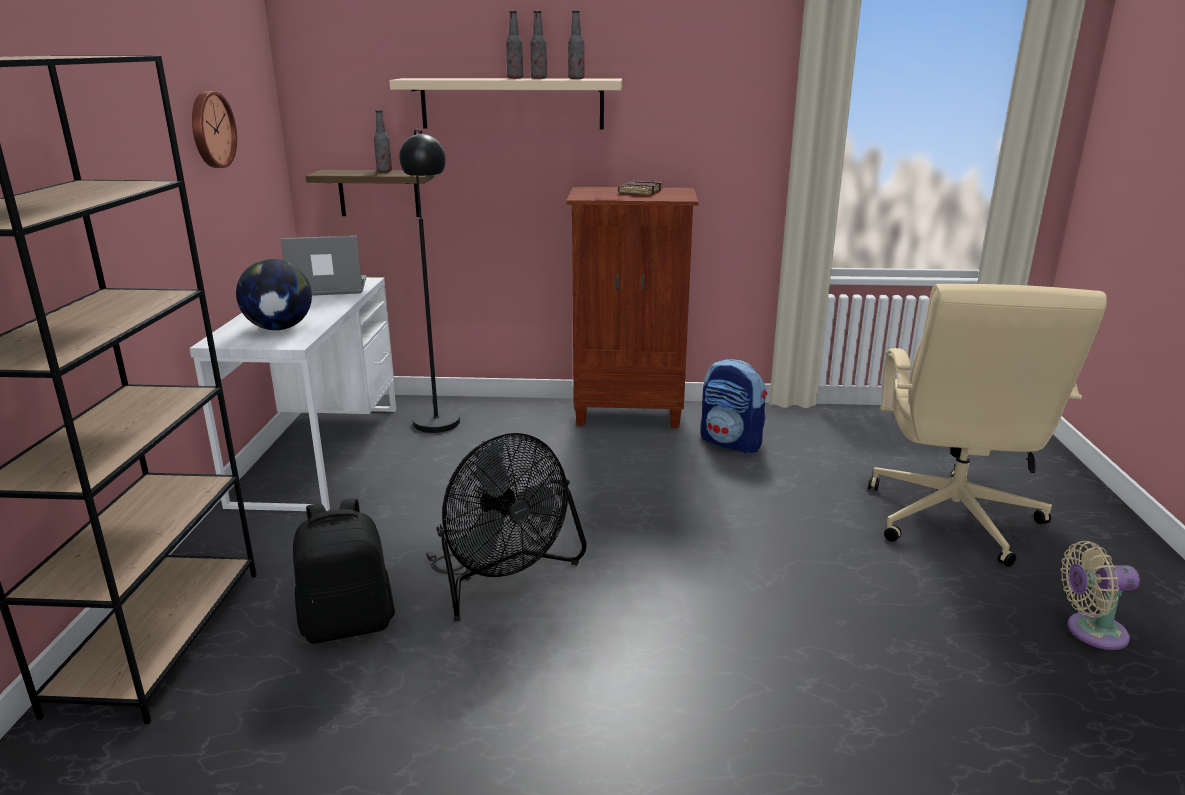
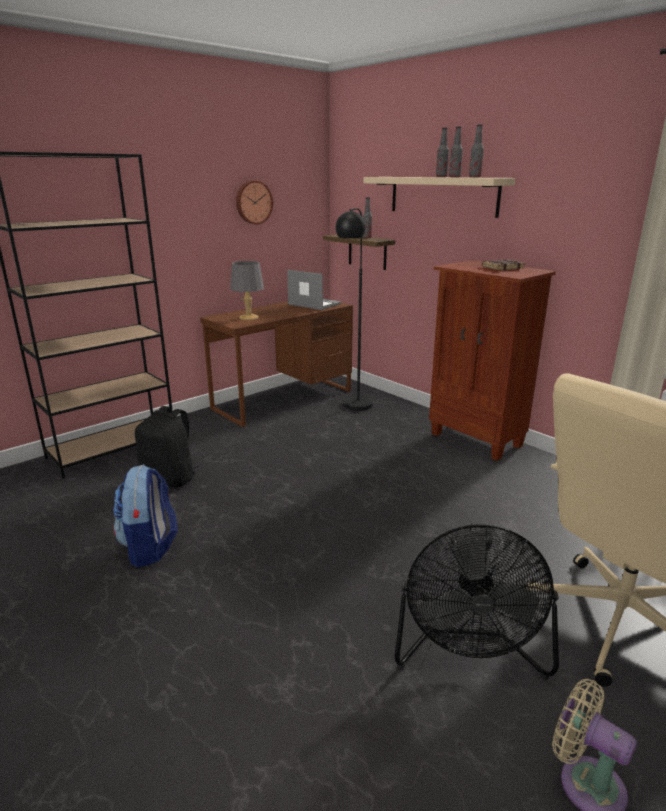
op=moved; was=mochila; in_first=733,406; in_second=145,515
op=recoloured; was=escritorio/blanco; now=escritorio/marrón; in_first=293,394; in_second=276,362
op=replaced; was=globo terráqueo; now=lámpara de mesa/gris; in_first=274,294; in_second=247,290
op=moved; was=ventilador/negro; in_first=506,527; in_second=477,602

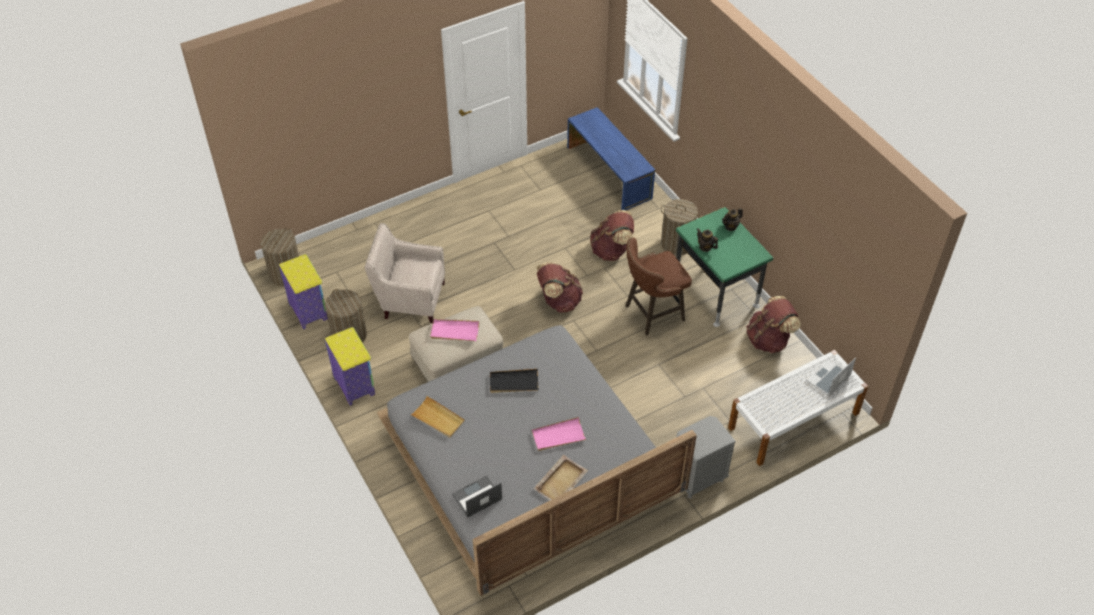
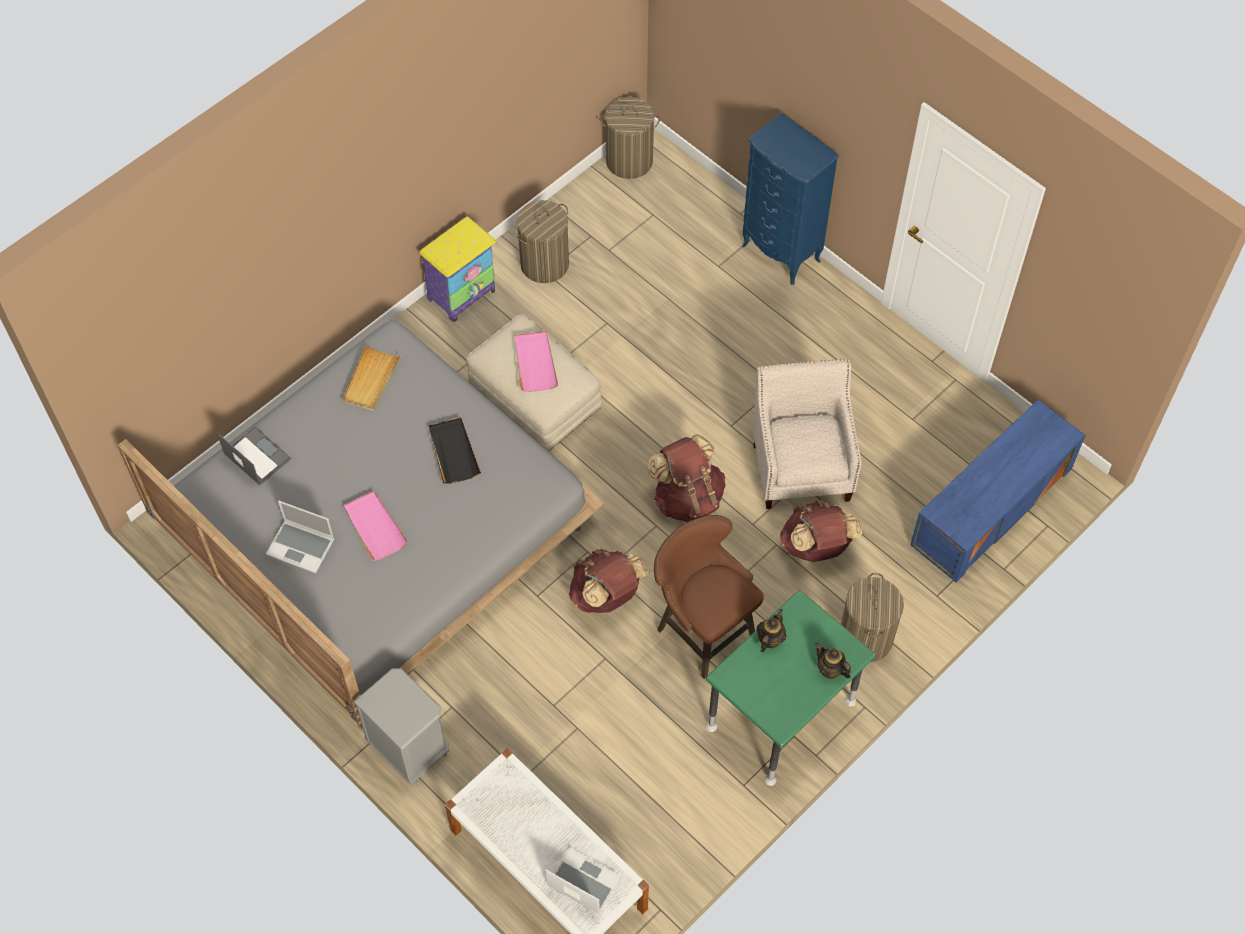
op=replaced; was=bandeja/beis; now=portátil; in_first=561,477; in_second=300,537
op=moved; was=mochila/marrón; in_first=773,324; in_second=609,581
op=added; now=cómoda/azul; in_second=790,198
op=moved; was=sillón/beis; in_first=405,273; in_second=807,434
op=removed; was=mesita de noche; in_first=303,291

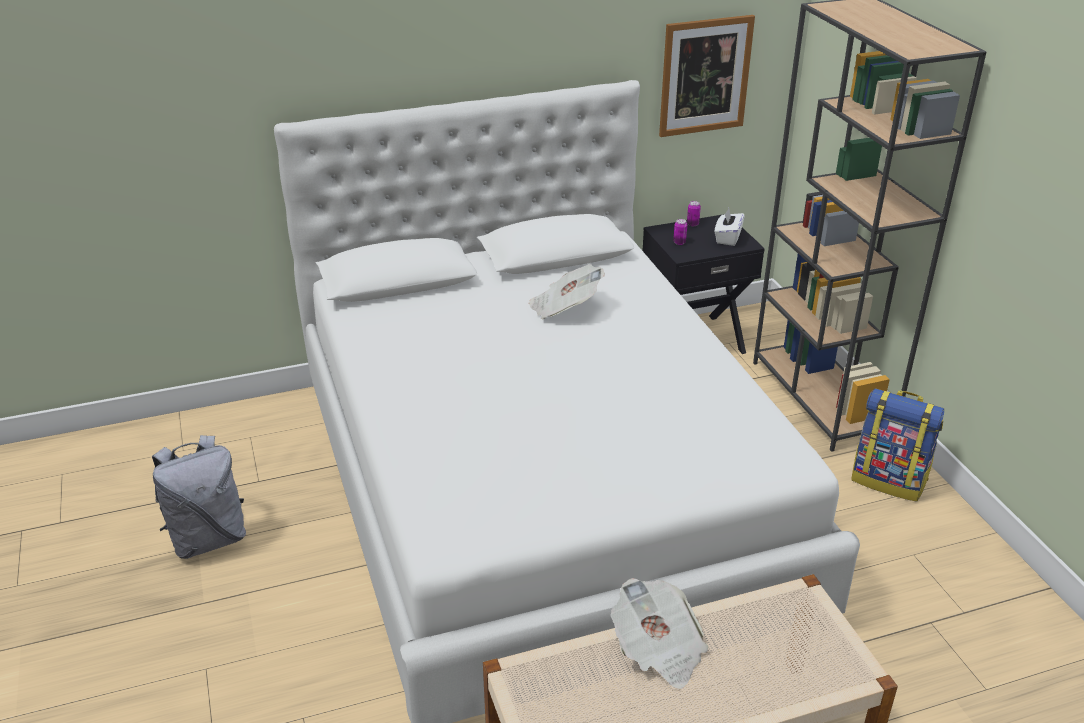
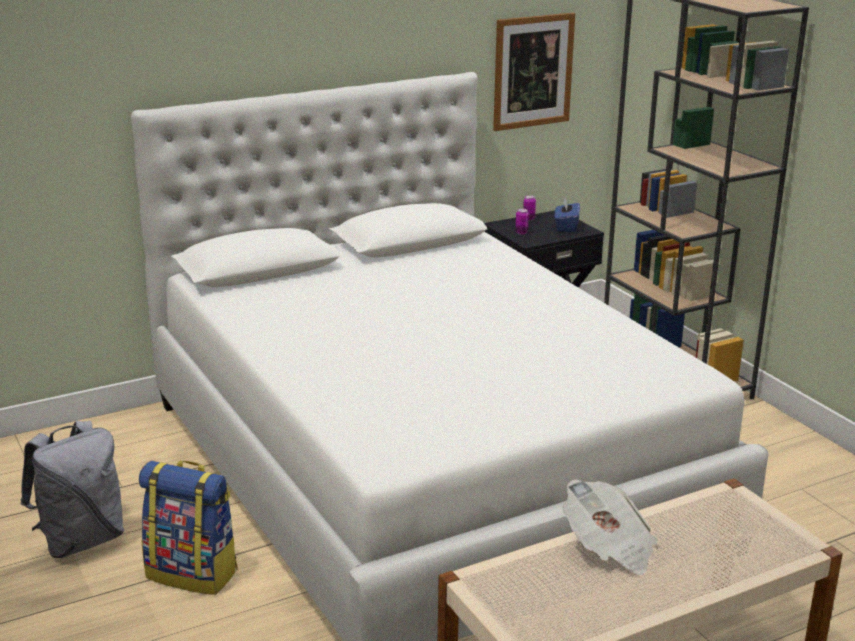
op=moved; was=mochila; in_first=897,445; in_second=188,528
op=recoloured; was=caja de pañuelos/blanco; now=caja de pañuelos/azul; in_first=729,227; in_second=567,215
op=removed; was=periódico; in_first=566,292

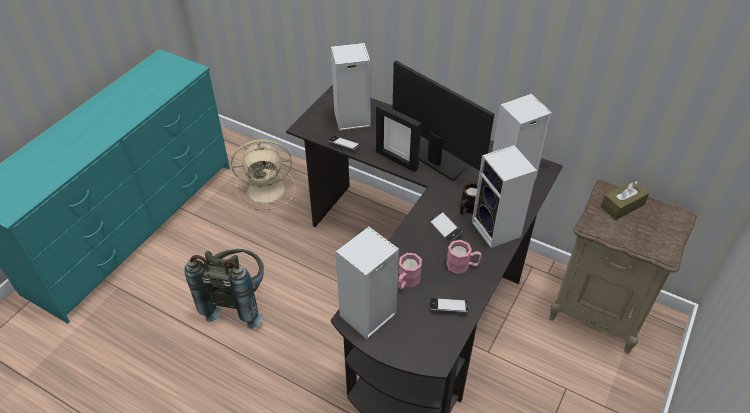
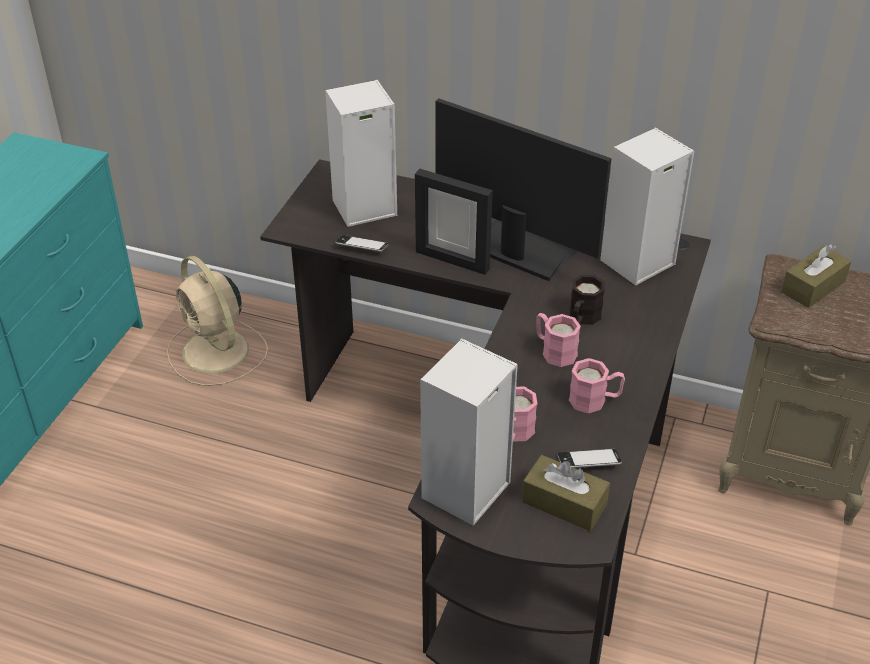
op=turned; was=ventilador/beis; in_first=263,174; in_second=217,321; clockwise=75
op=added; now=caja de pañuelos/marrón; in_second=566,493
op=replaced; was=móvil; now=taza grande/rosa; in_first=445,226; in_second=558,340
op=removed; was=mochila/gris; in_first=224,289
op=removed; was=altavoz; in_first=504,196

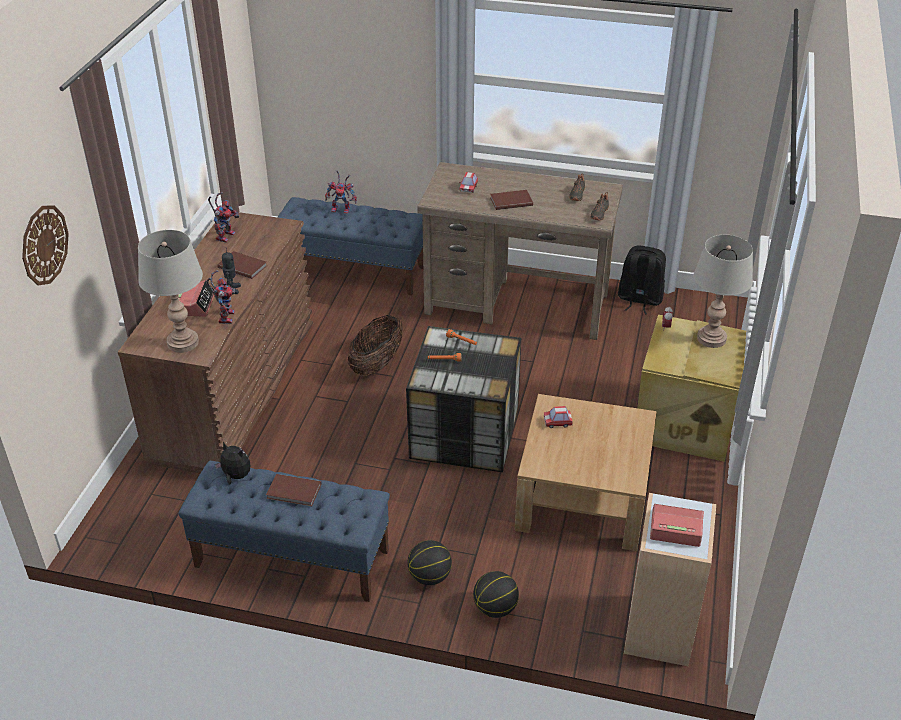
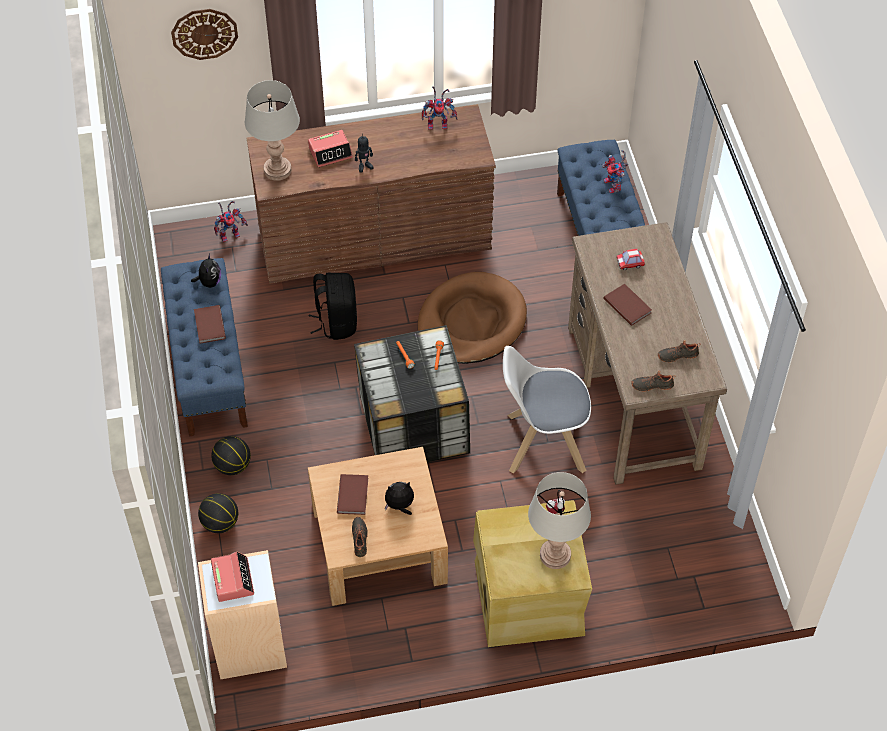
op=moved; was=robot de juguete; in_first=220,297; in_second=231,221
op=moved; was=mochila/negro; in_first=642,280; in_second=333,306
op=moved; was=libro/marrón; in_first=242,265; in_second=352,494
op=added; now=zapato/negro; in_second=360,537
op=added; now=peluche; in_second=399,498
op=replaced; was=cesta; now=cama para perro/marrón; in_first=375,345; in_second=472,318
op=added; now=silla; in_second=547,409
op=removed; was=coche de juguete; in_first=558,417

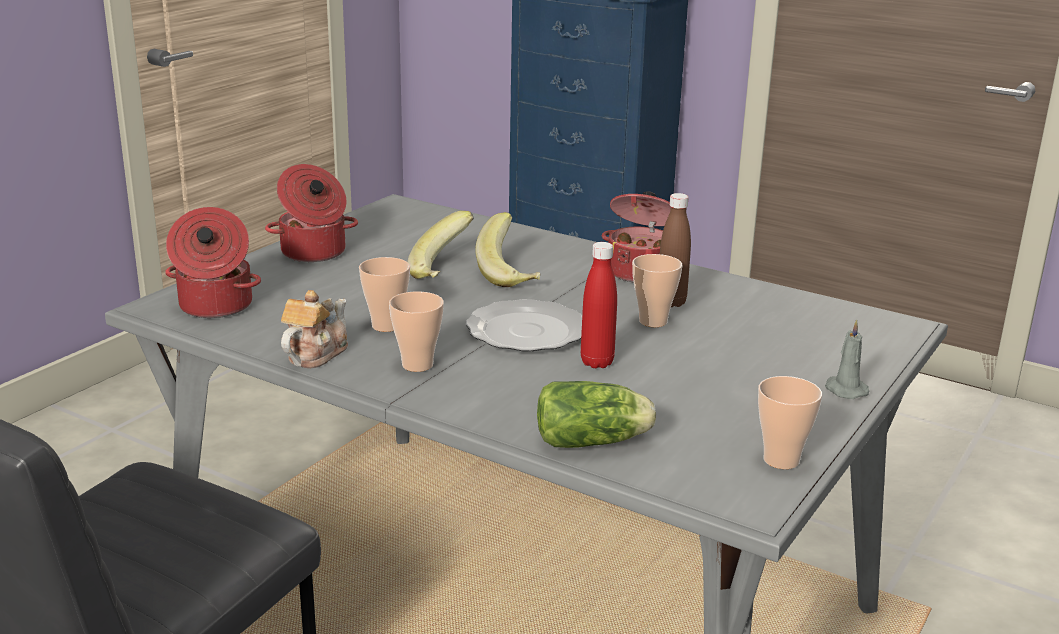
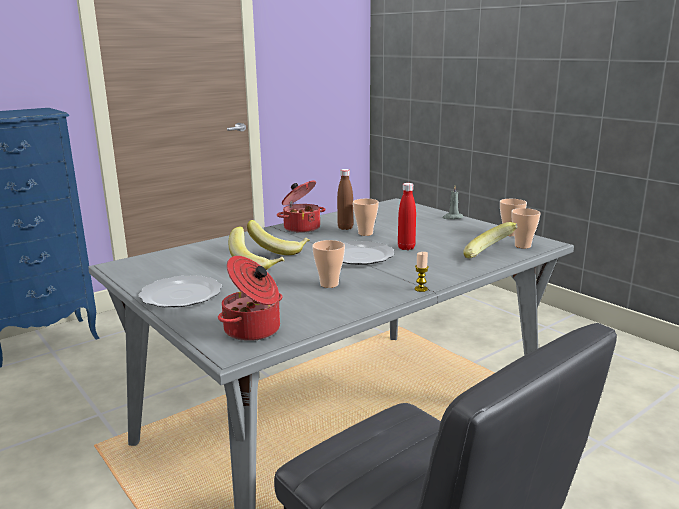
op=replaced; was=olla; now=plato; in_first=311,213; in_second=180,291
op=added; now=vela; in_second=422,272
op=replaced; was=lechuga; now=plátano; in_first=596,414; in_second=490,240
op=moved; was=taza; in_first=416,332; in_second=526,228
op=removed; was=tetera; in_first=314,329

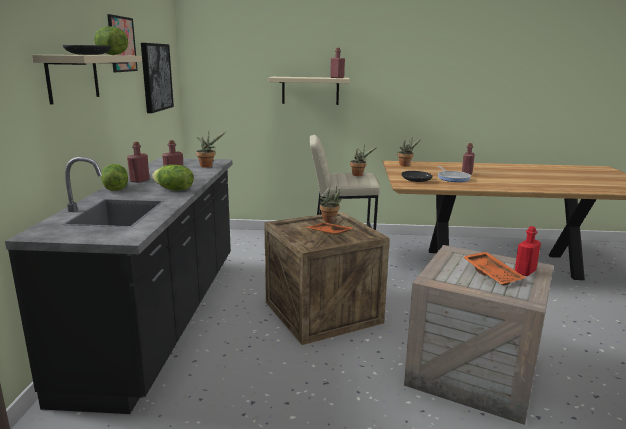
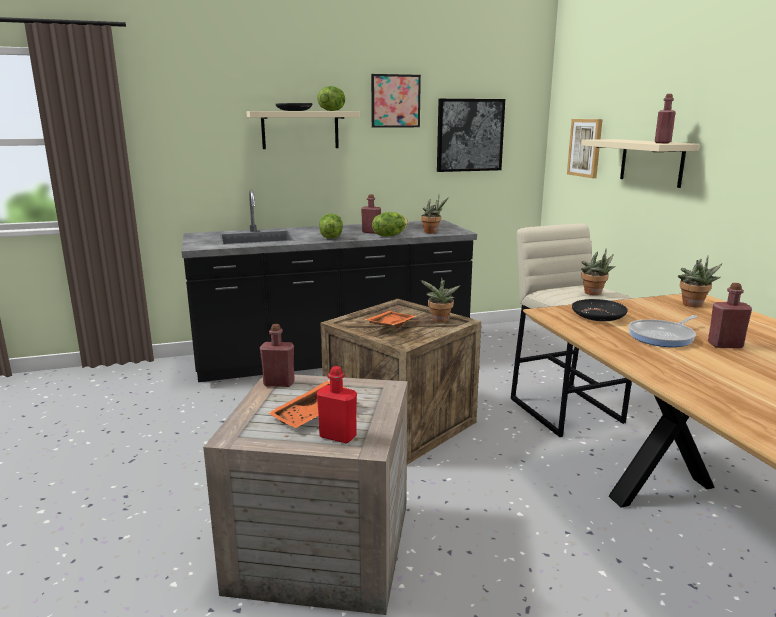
op=moved; was=botella/rojo; in_first=138,162; in_second=277,355
op=moved; was=lechuga; in_first=114,177; in_second=390,224
op=added; now=cuadro; in_second=585,148

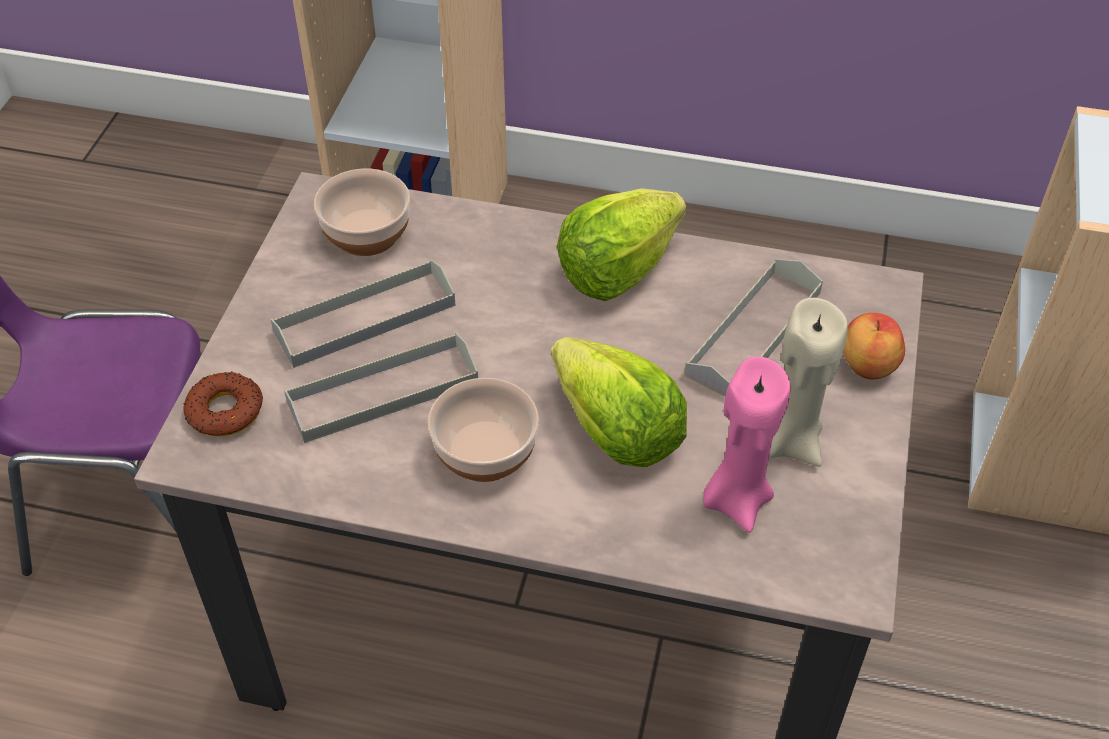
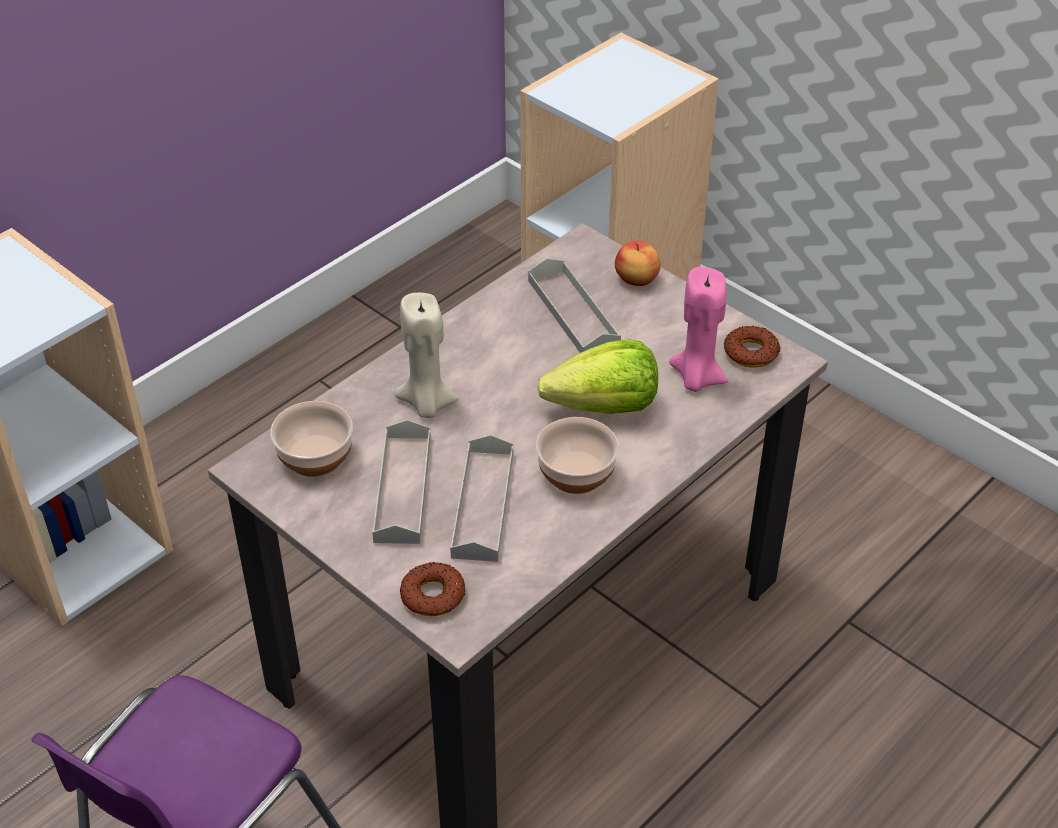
op=moved; was=vela/beis; in_first=808,382; in_second=427,355
op=added; now=rosquilla; in_second=752,346
op=removed; was=lechuga; in_first=621,244

